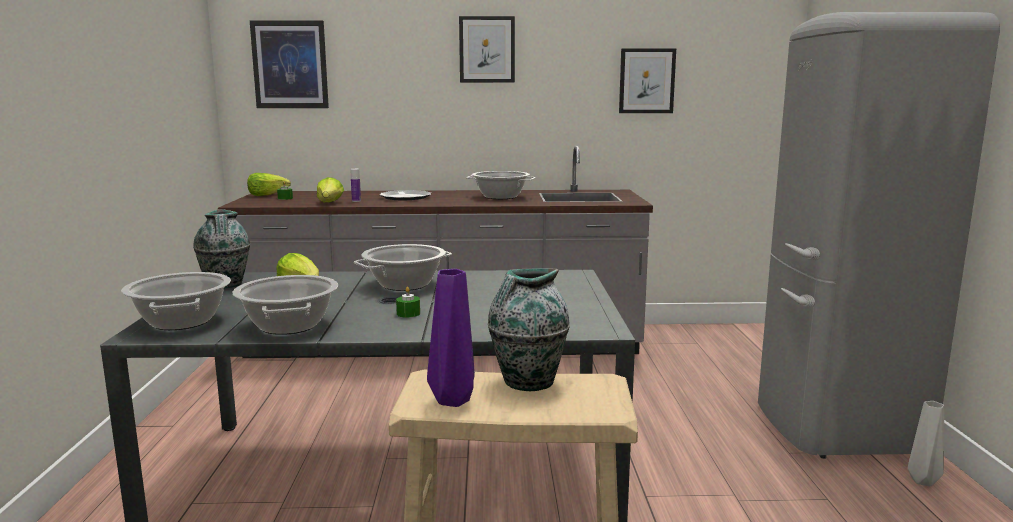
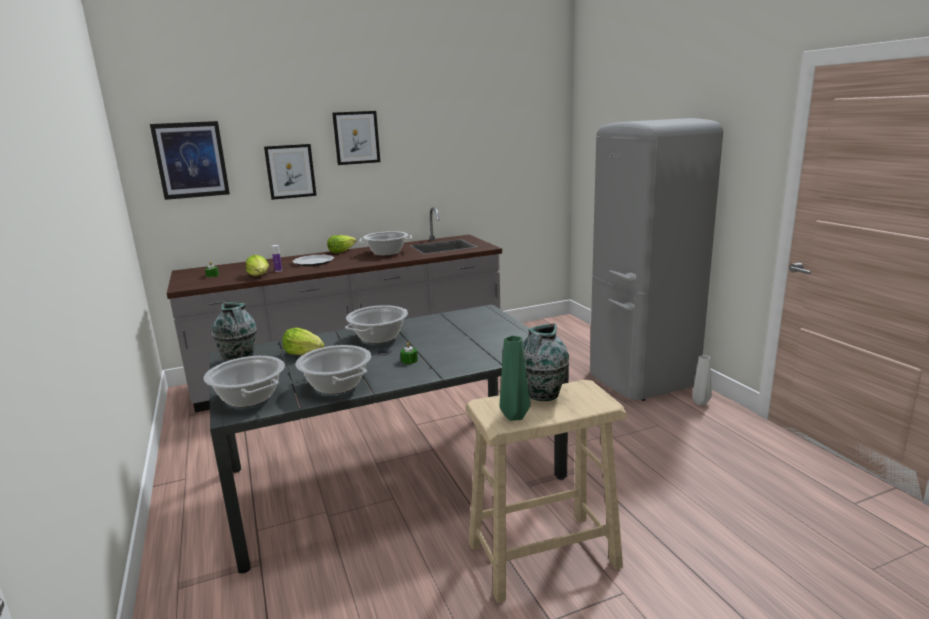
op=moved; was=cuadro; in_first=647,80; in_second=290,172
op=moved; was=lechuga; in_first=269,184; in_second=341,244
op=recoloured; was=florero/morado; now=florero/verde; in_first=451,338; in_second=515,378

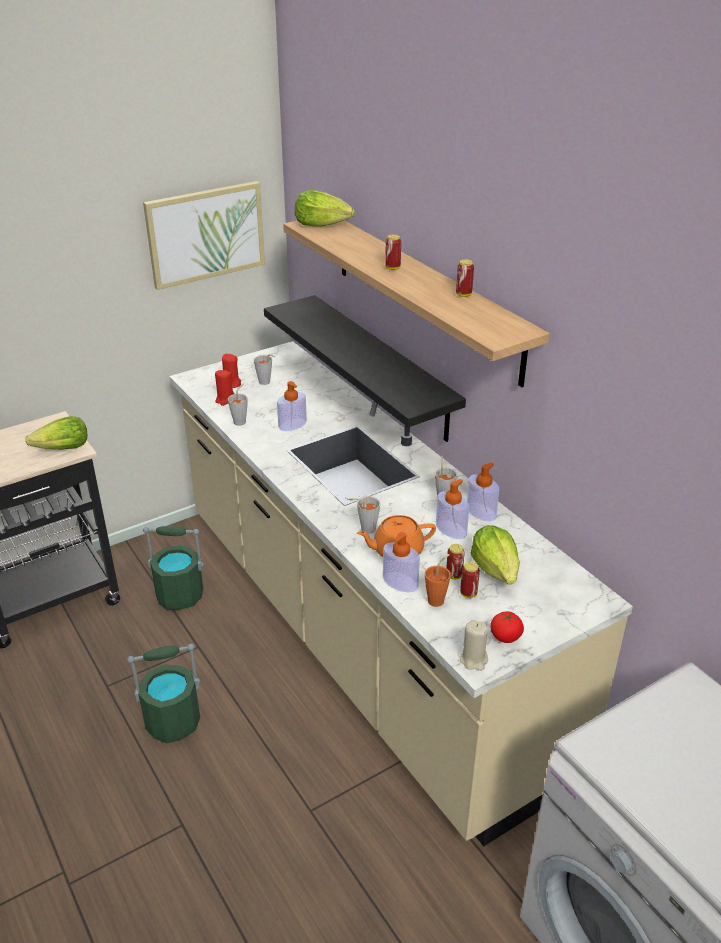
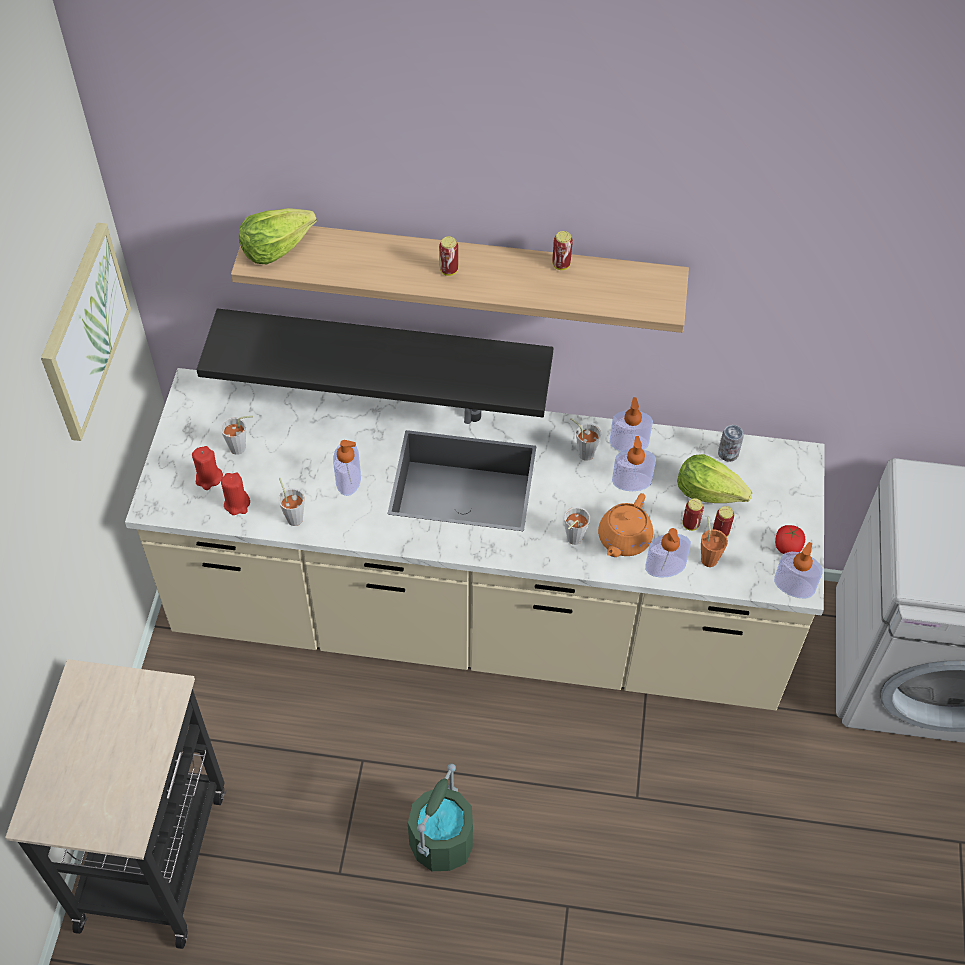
op=added; now=lata; in_second=731,443
op=replaced; was=vela/beis; now=dispensador de jabón; in_first=474,645; in_second=798,570
op=removed; was=lechuga; in_first=56,433
op=removed; was=cubo/verde; in_first=173,568

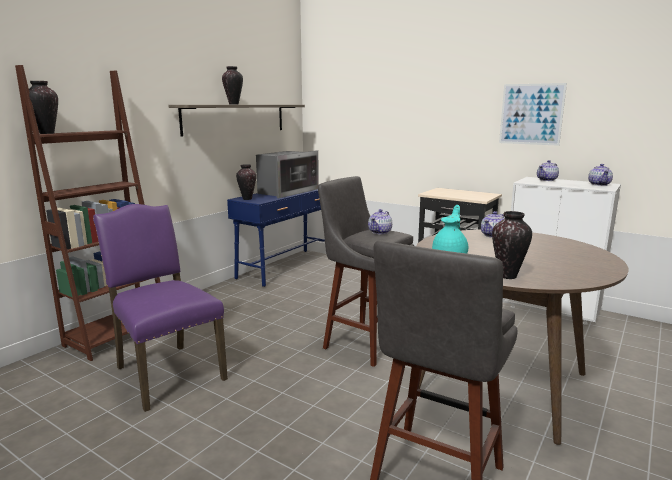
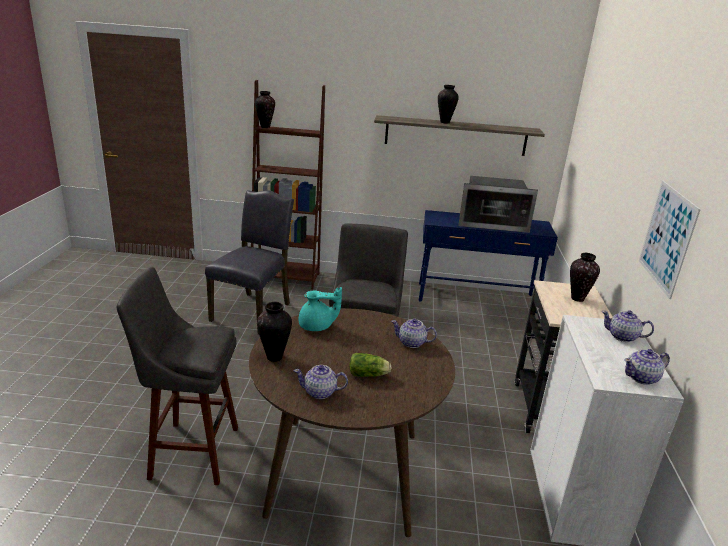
op=recoloured; was=silla/morado; now=silla/gris; in_first=160,308; in_second=249,262
op=moved; was=tetera; in_first=380,221; in_second=321,382
op=added; now=lechuga; in_second=370,365
op=moved; was=florero; in_first=246,182; in_second=585,277

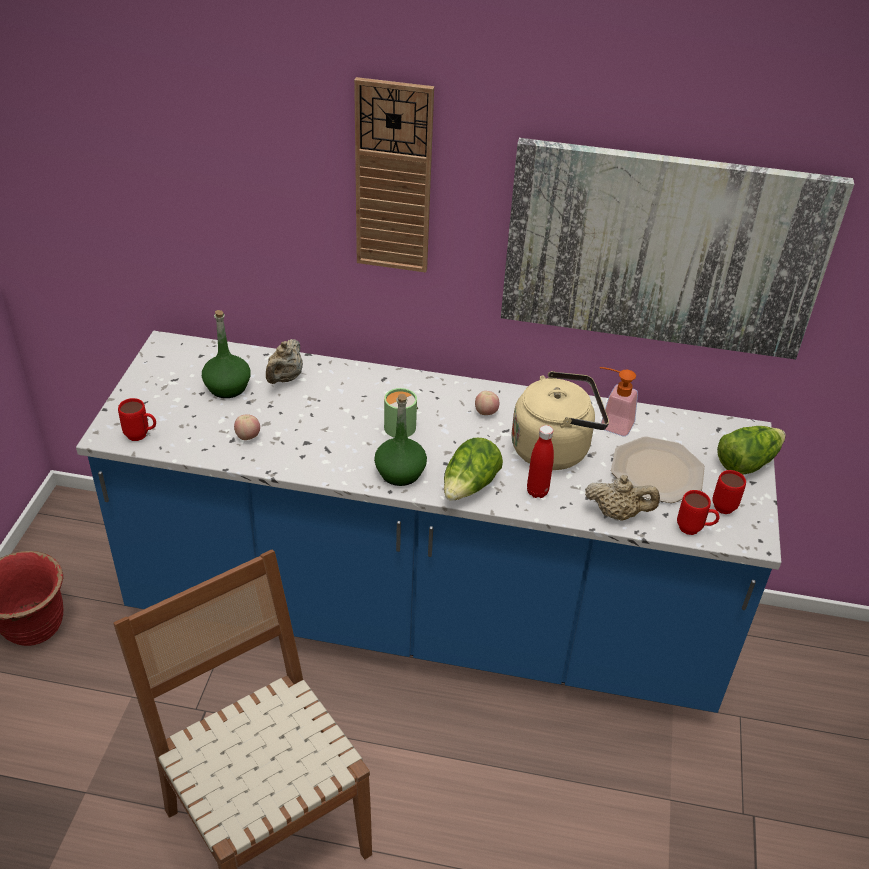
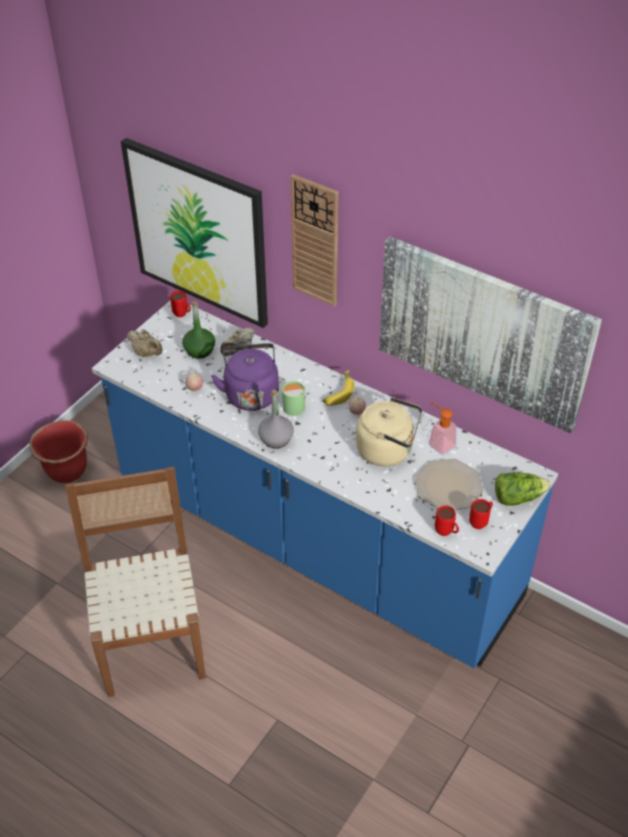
op=added; now=cuadro; in_second=194,233
op=moved; was=tetera/beis; in_first=622,498; in_second=145,343
op=moved; was=taza grande/rojo; in_first=137,419; in_second=180,304
op=added; now=hervidor/morado; in_second=245,377
op=recoloured; was=botella/verde; now=botella/gris; in_first=400,440; in_second=276,419
op=added; now=plátano; in_second=338,388
op=removed; was=lechuga; in_first=473,469
op=removed; was=botella/rojo; in_first=540,461

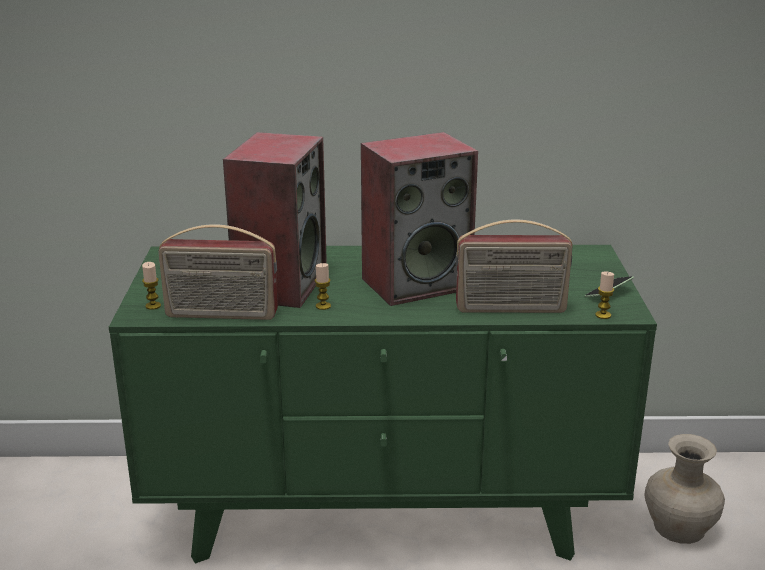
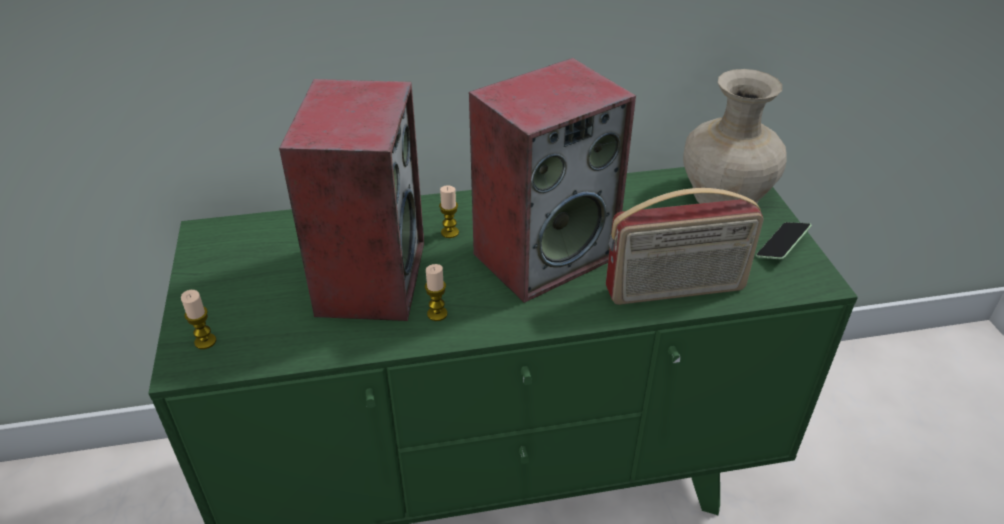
op=moved; was=vela; in_first=604,295; in_second=449,211
op=moved; was=florero/beis; in_first=685,489; in_second=734,136
op=removed; was=radio; in_first=218,272

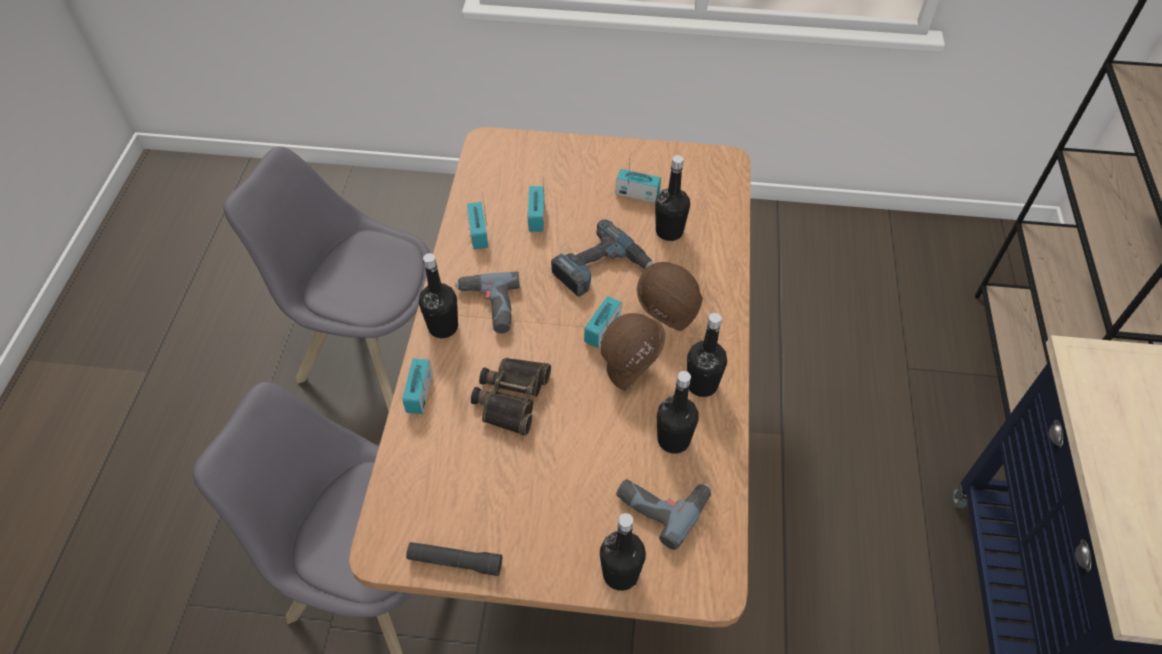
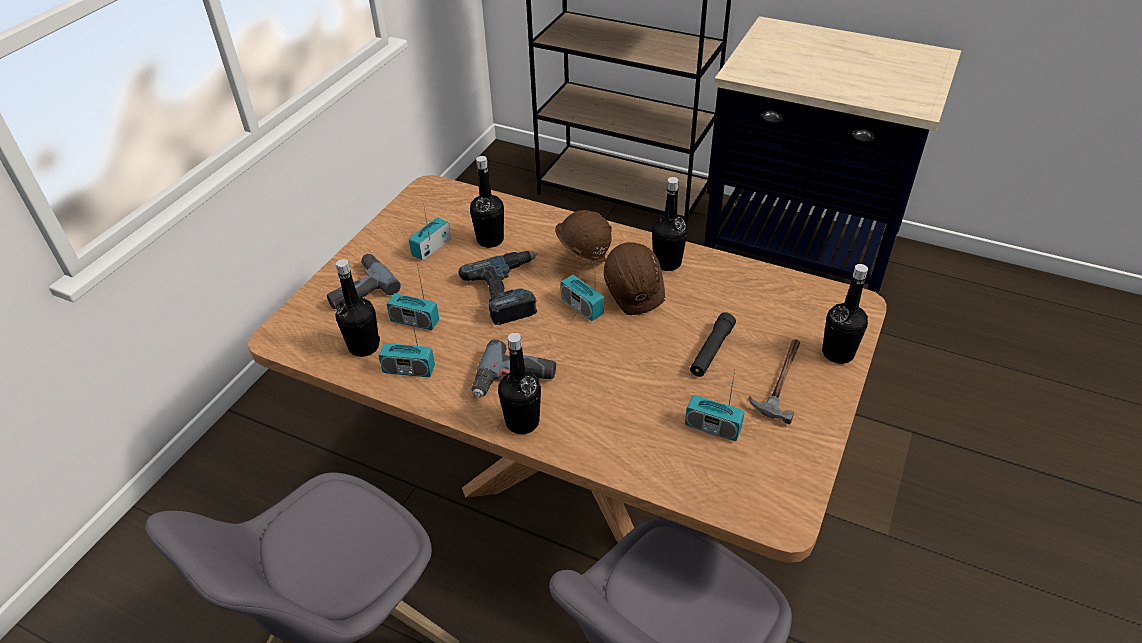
op=moved; was=taladro; in_first=663,514; in_second=364,281
op=moved; was=botella/negro; in_first=678,412; in_second=357,308
op=moved; was=radio; in_first=417,386; in_second=715,406
op=moved; was=linterna/negro; in_first=454,559; in_second=713,344
op=added; now=martillo; in_second=774,382
op=removed; was=prismáticos; in_first=511,397

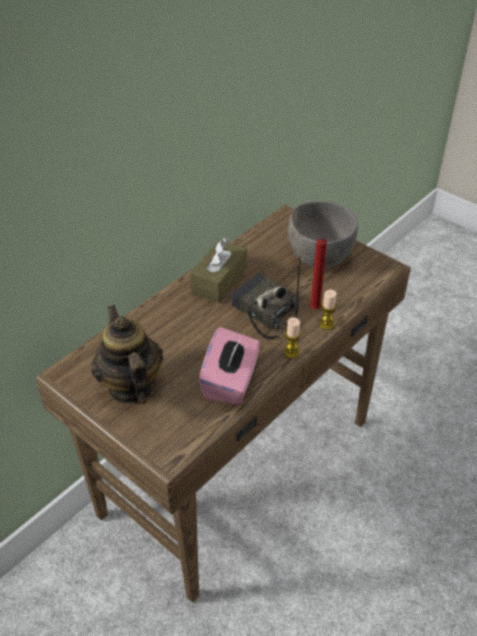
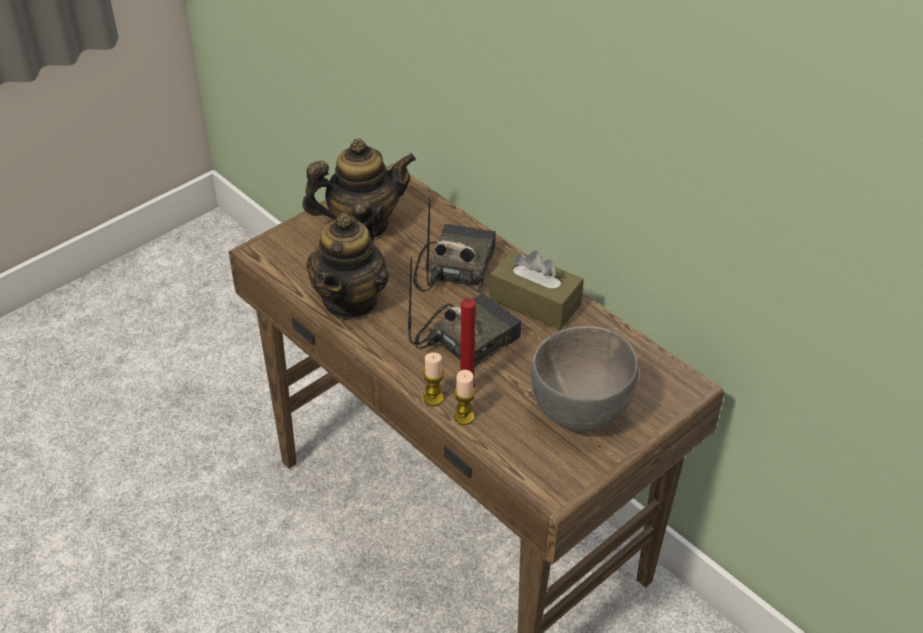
op=replaced; was=caja de pañuelos/rosa; now=tetera; in_first=229,366; in_second=347,260
op=added; now=radio; in_second=454,245
op=moved; was=vela; in_first=292,338; in_second=464,397

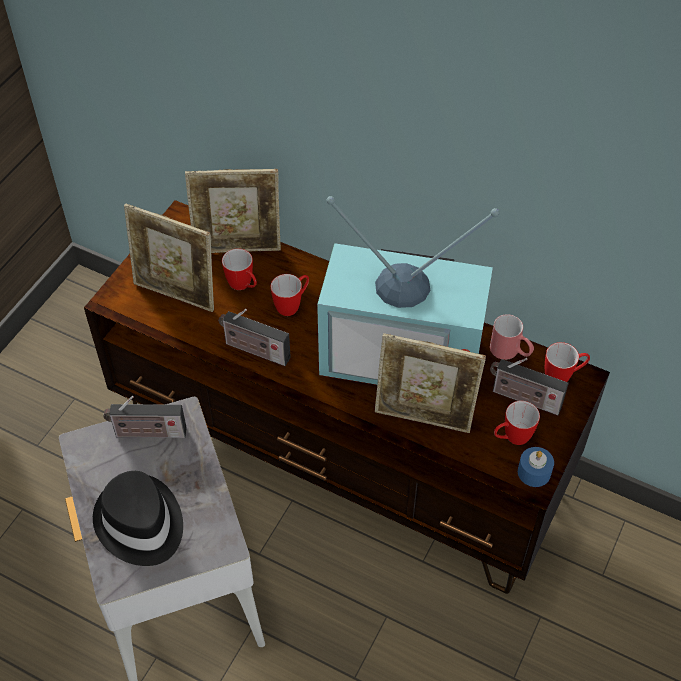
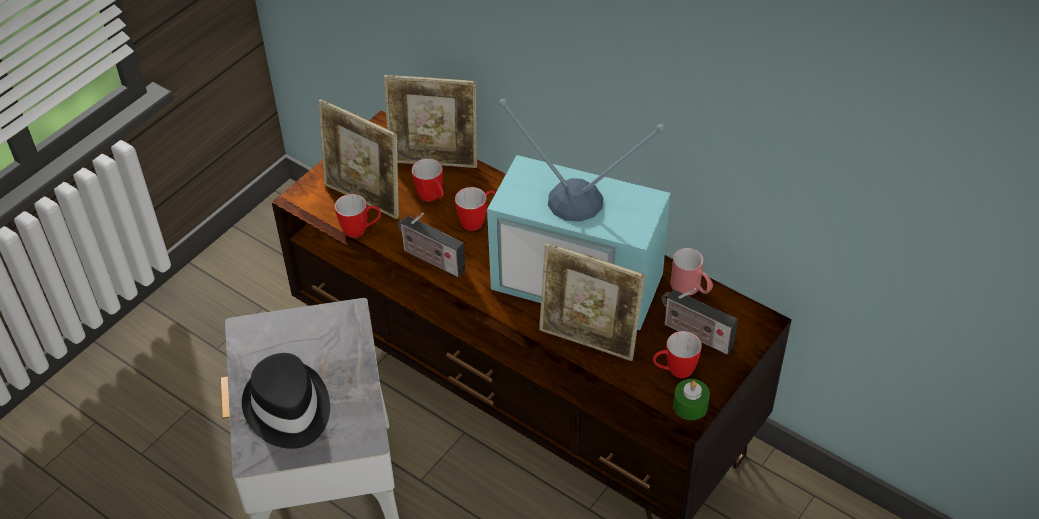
op=moved; was=taza grande; in_first=567,362; in_second=358,216
op=recoloured; was=vela/azul; now=vela/verde; in_first=536,467; in_second=691,399
op=removed; was=radio; in_first=145,417

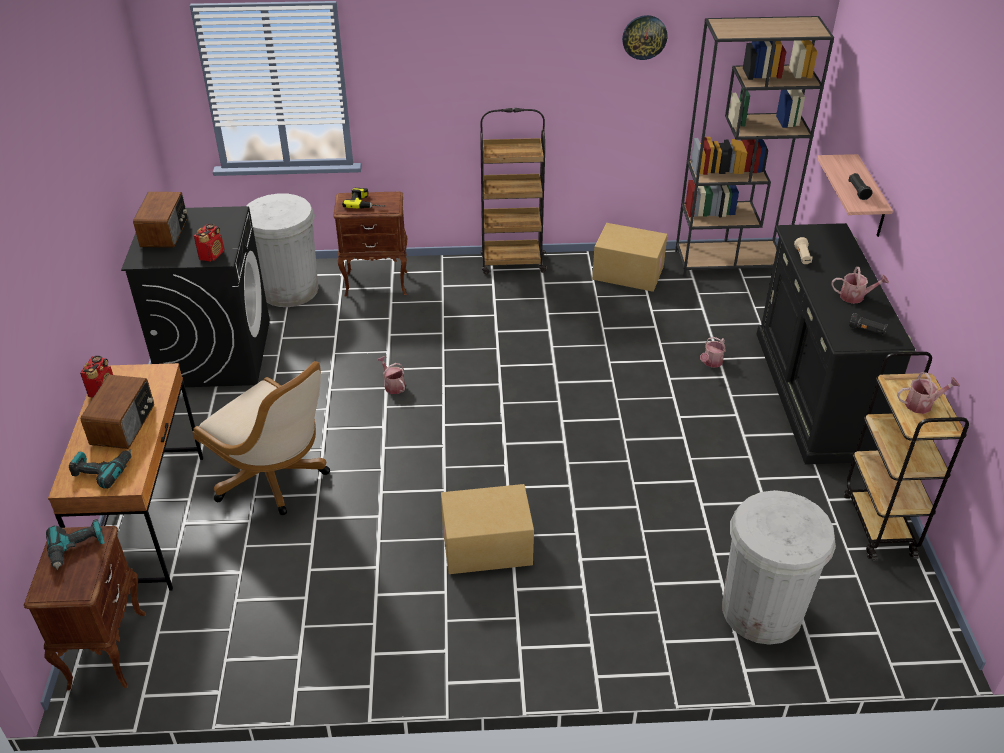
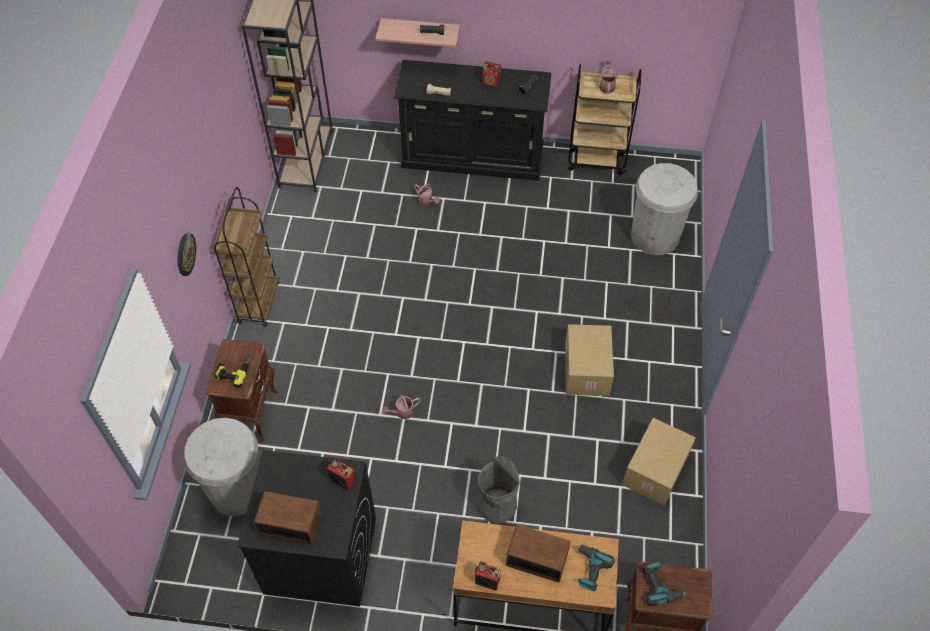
op=moved; was=reloj de pared; in_first=644,37; in_second=187,254
op=replaced; was=silla de oficina; now=papelera/gris; in_first=261,438; in_second=498,490
op=replaced; was=regadera; now=radio; in_first=860,285; in_second=492,74
op=moved; was=caja de cartón; in_first=630,257; in_second=659,461

